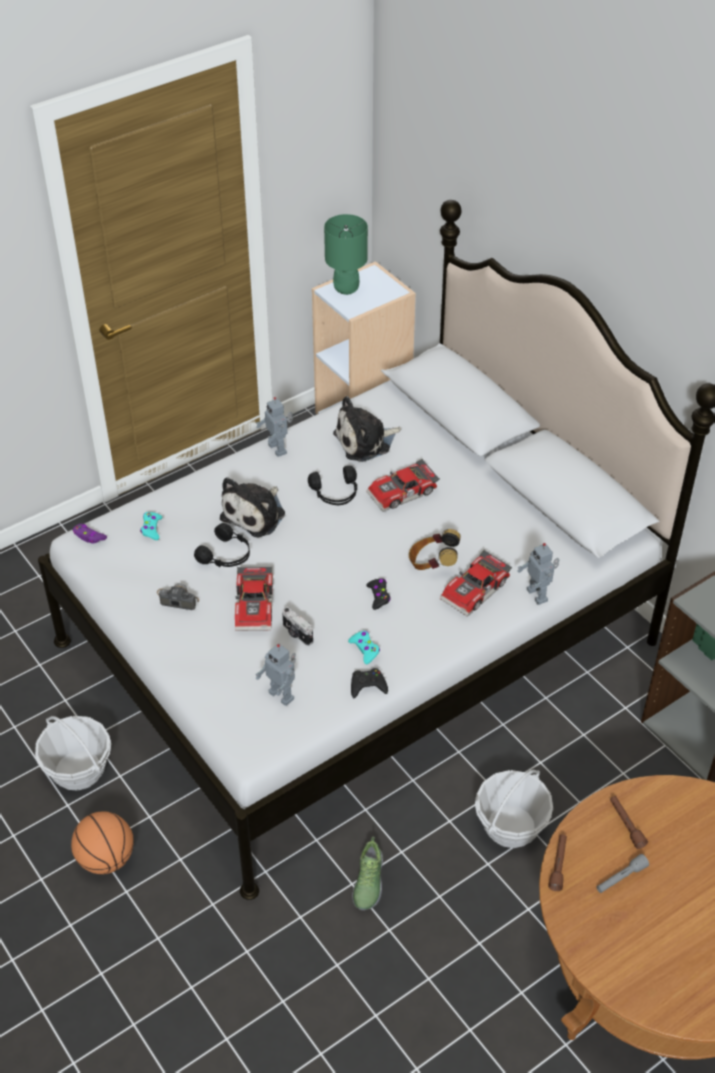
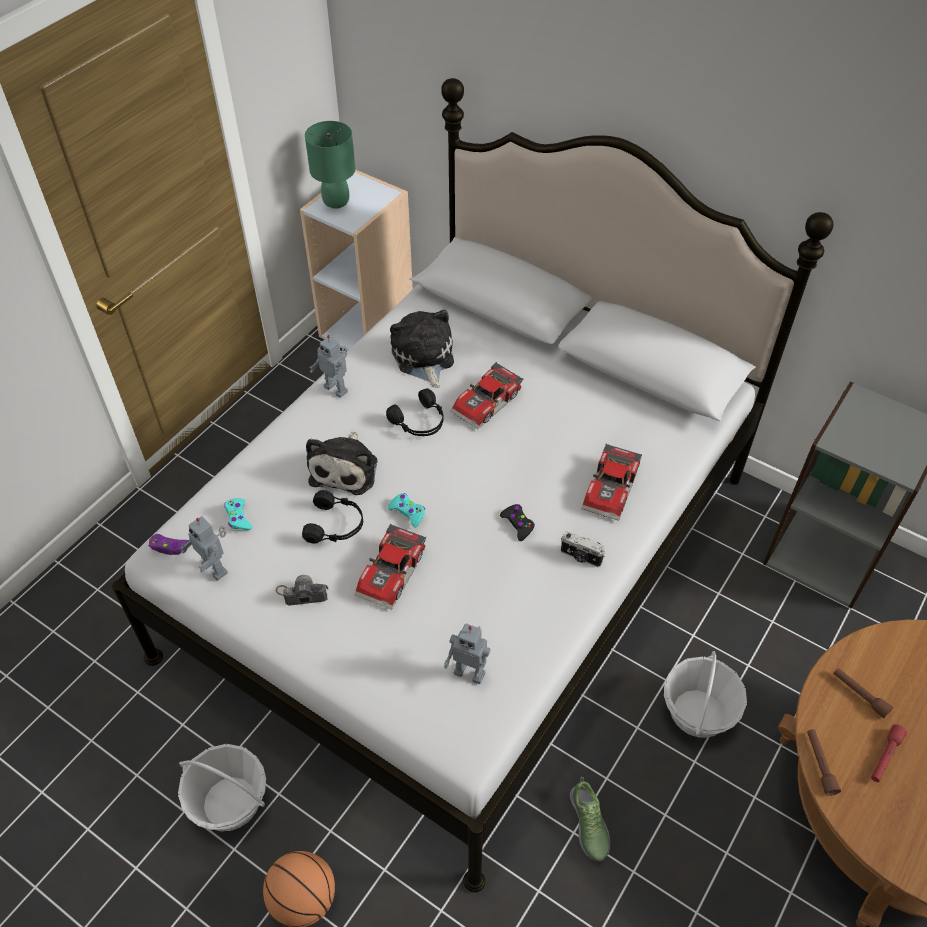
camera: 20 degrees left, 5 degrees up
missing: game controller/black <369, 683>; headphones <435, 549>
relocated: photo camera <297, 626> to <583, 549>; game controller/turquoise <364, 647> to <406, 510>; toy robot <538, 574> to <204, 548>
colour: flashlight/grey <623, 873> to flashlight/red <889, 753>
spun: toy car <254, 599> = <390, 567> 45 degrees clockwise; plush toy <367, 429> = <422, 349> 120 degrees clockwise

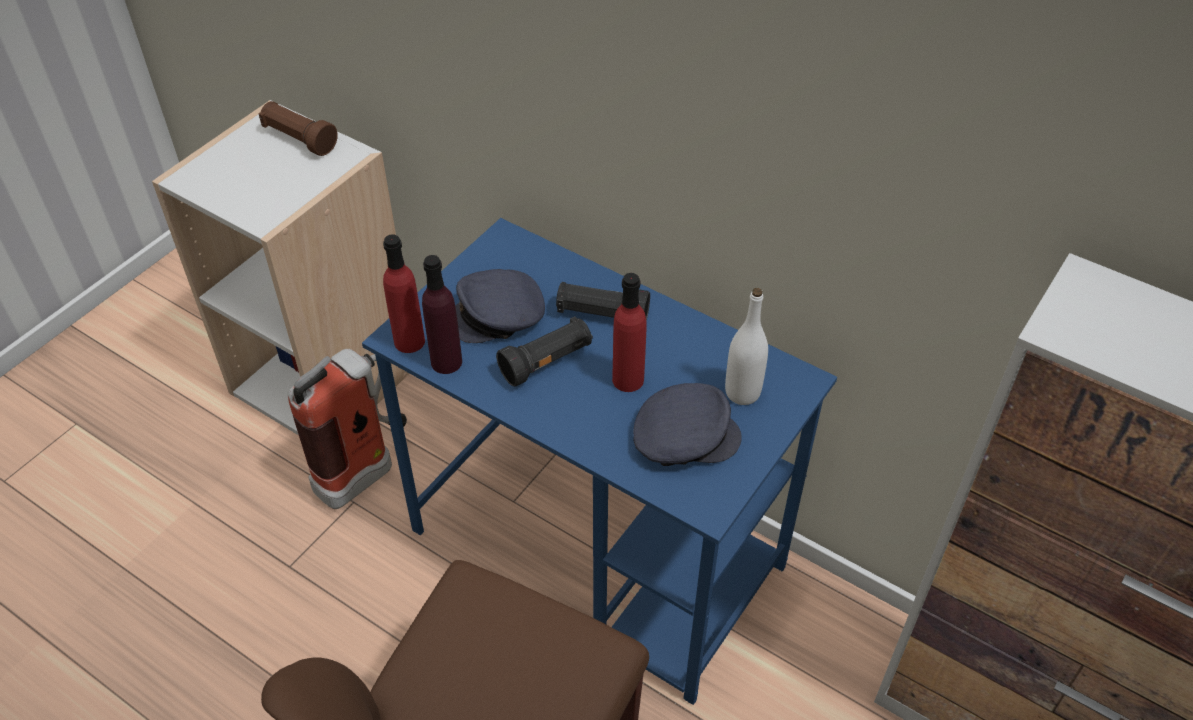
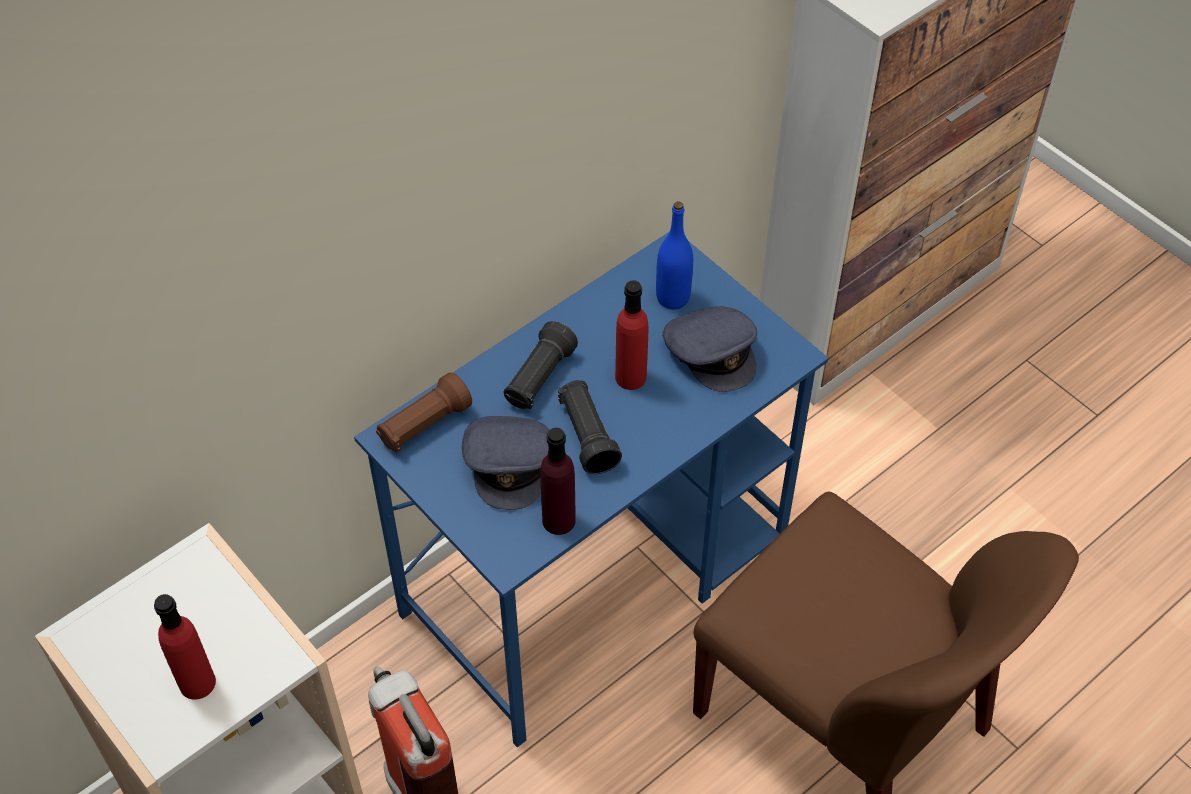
camera: 75 degrees left, 5 degrees up
relocated: flashlight/brown <298, 128> to <424, 412>; bottle/red <404, 293> to <185, 647>
colour: bottle/white <746, 346> to bottle/blue <674, 255>
spun: cap/grey <687, 424> = <710, 349> 135 degrees clockwise

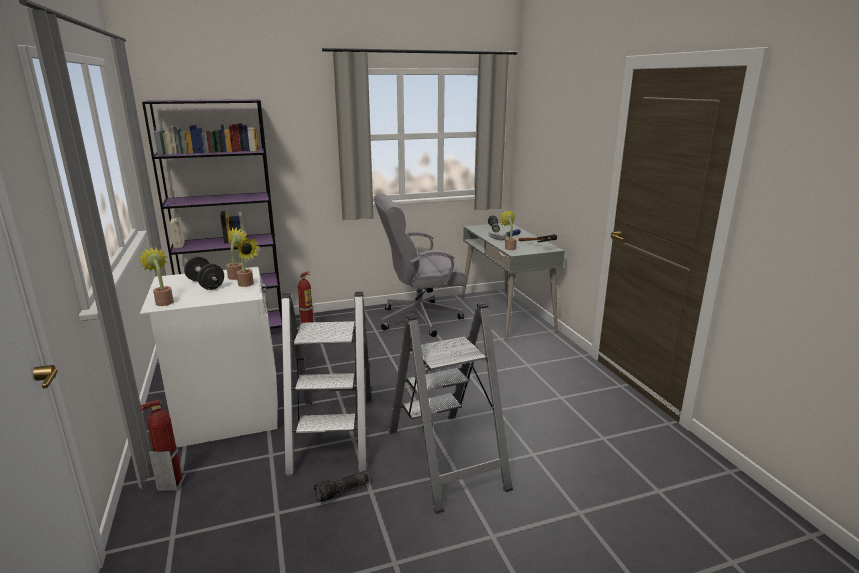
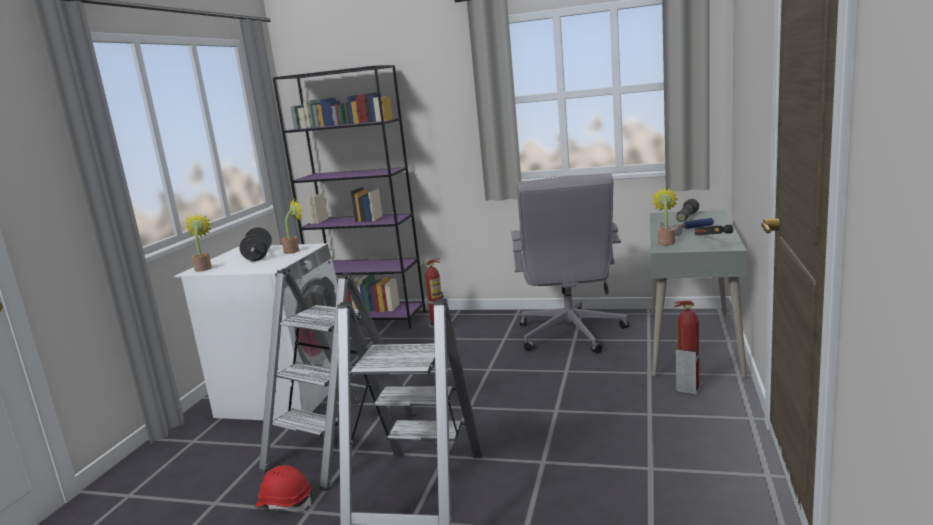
camera: 35 degrees right, 5 degrees down
missing: potted plant <248, 262>
relocated: fire extinguisher <162, 445> to <688, 347>
exchanged: flashlight <341, 486> to hard hat/red <283, 488>
spun: office chair/grey <421, 265> = <570, 263> 105 degrees counterclockwise

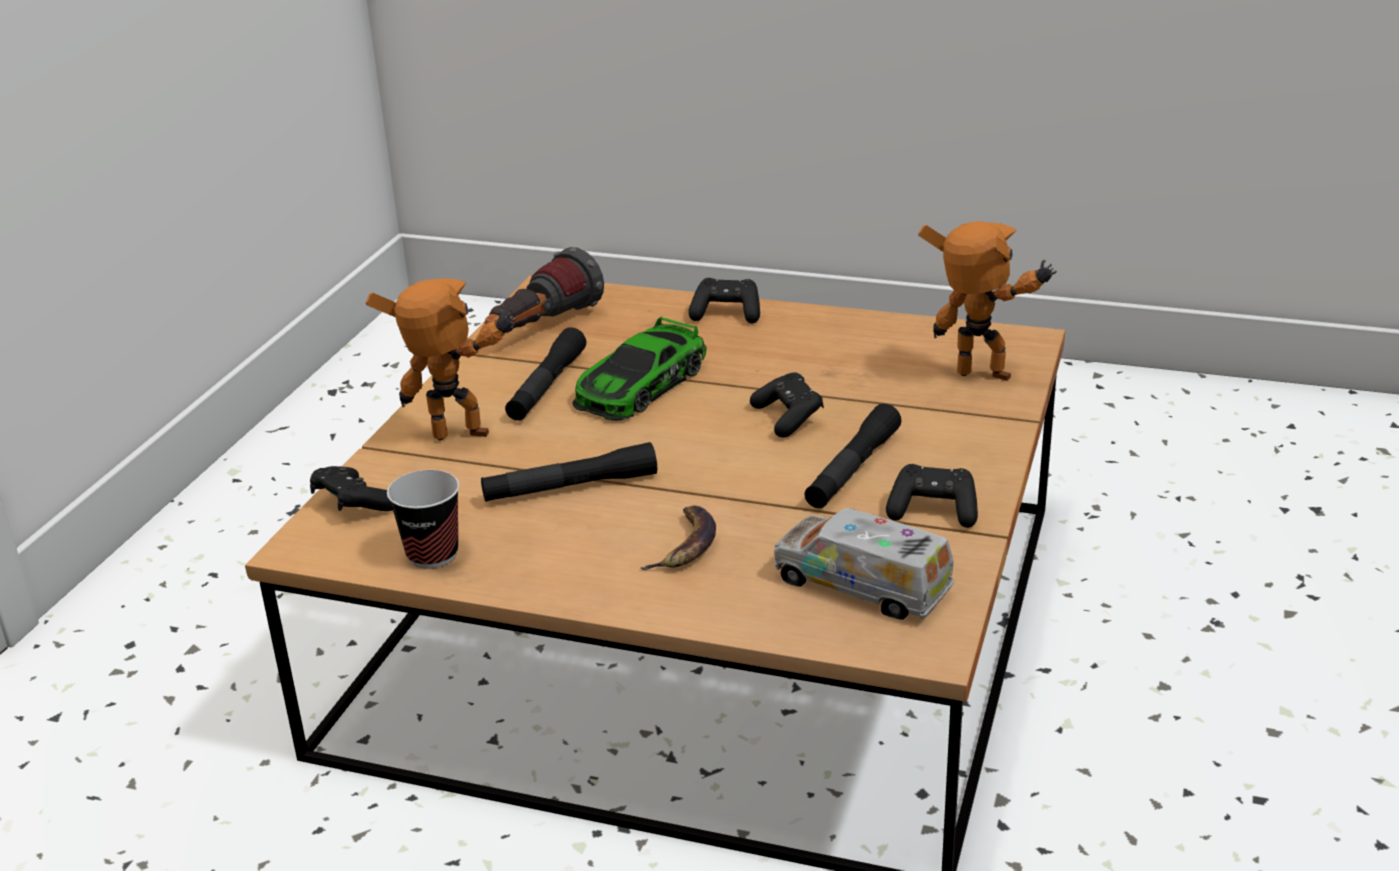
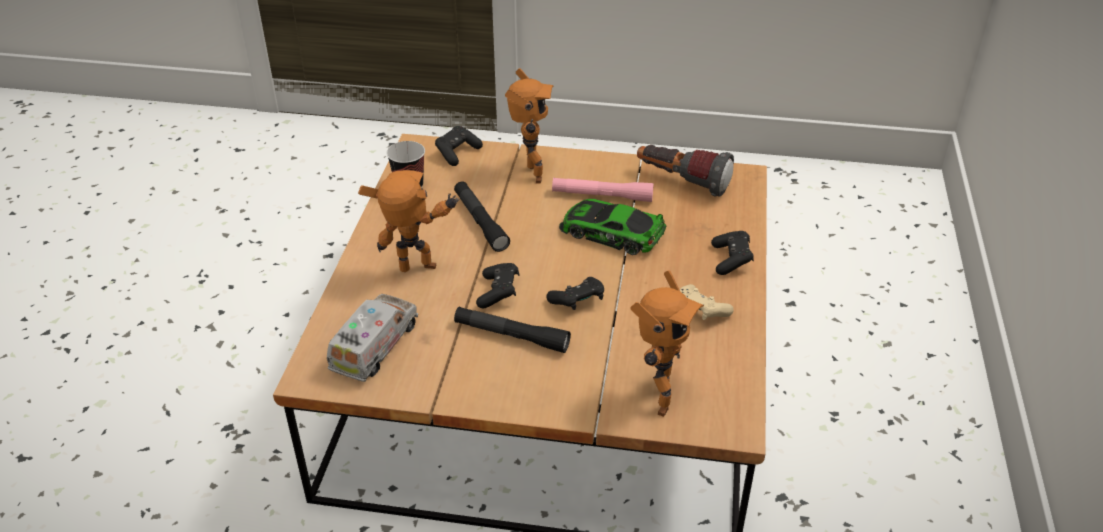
camera: 80 degrees right, 10 degrees up
appeared: game controller/beige <707, 302>
relocated: game controller/black <932, 496> to <498, 286>
exchanged: banana <678, 538> to toy robot <409, 221>
colour: flashlight/black <545, 374> to flashlight/pink <603, 190>

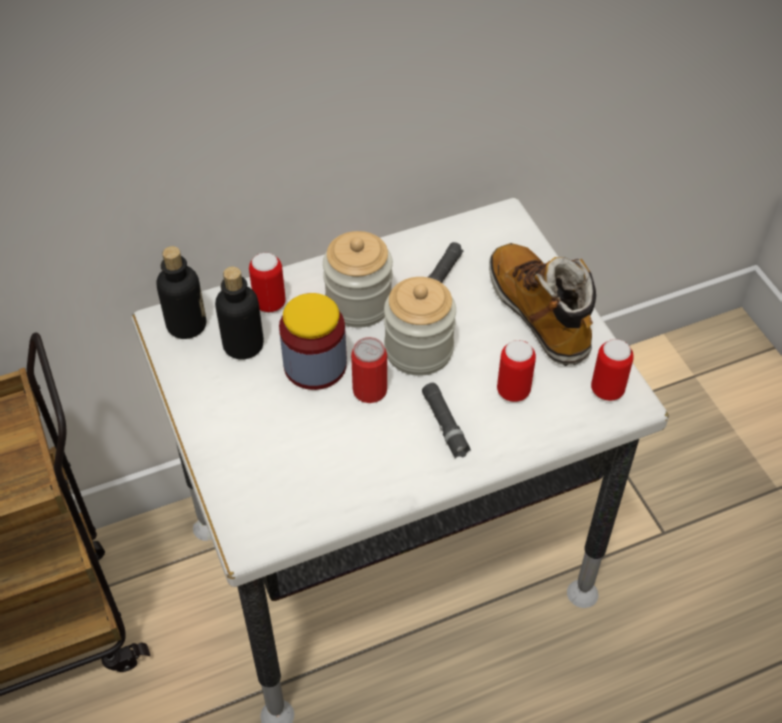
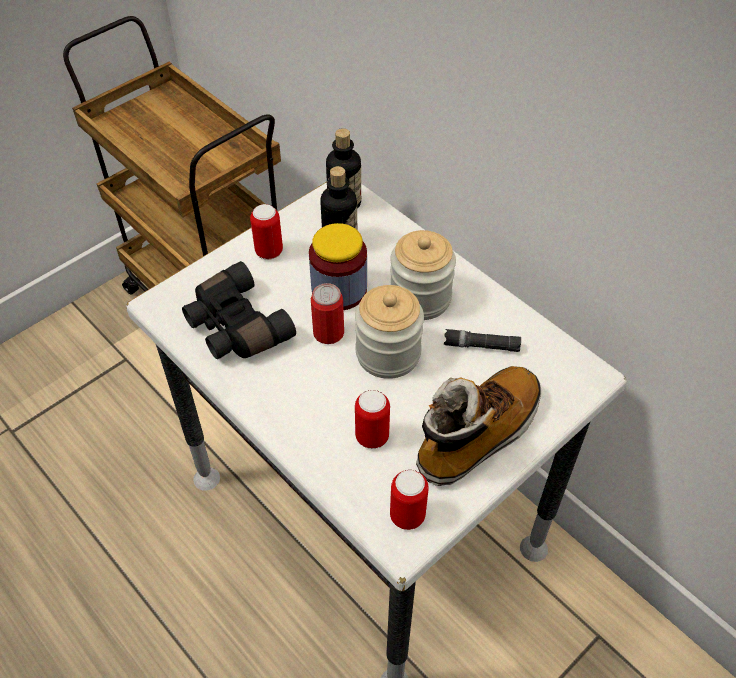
camera: 70 degrees right, 0 degrees up
missing: flashlight/black <446, 420>
appeared: binoculars/black <239, 310>
relocated: can <267, 282> to <266, 232>

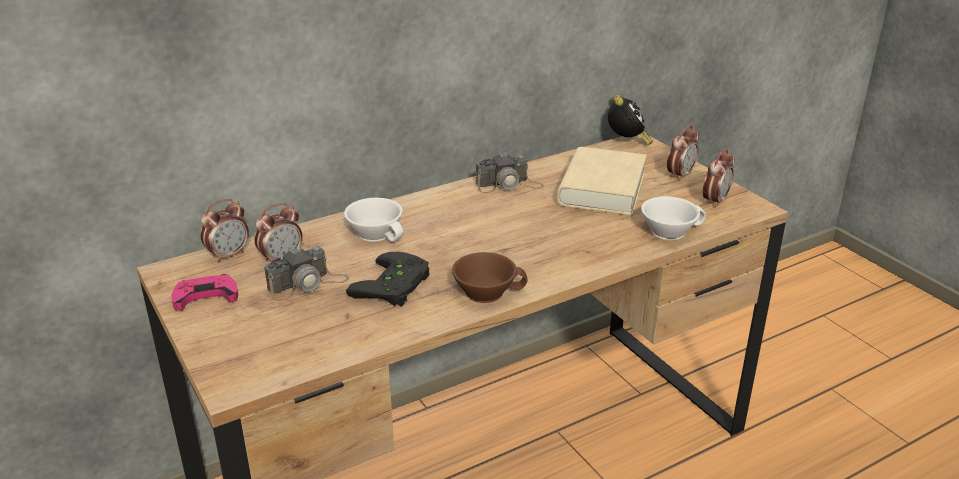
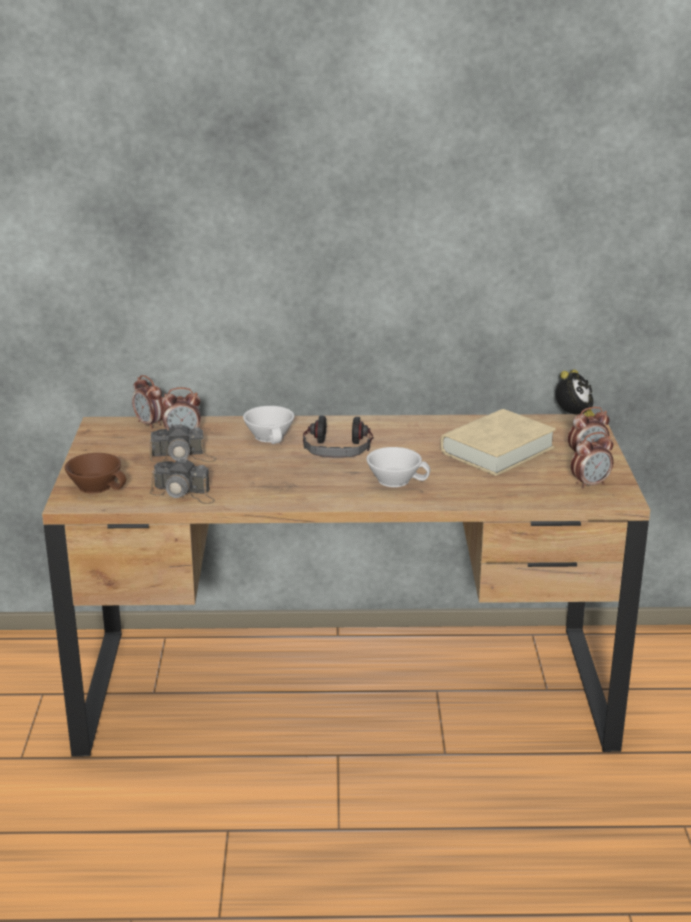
camera: 30 degrees right, 5 degrees down
missing: game controller/pink <204, 292>; game controller/black <387, 279>
appeared: headphones <338, 437>
relocated: cup/brown <490, 277> to <95, 473>; photo camera <510, 172> to <182, 481>; cup/white <673, 218> to <398, 467>
spun: alarm clock <224, 231> = <148, 402> 60 degrees clockwise

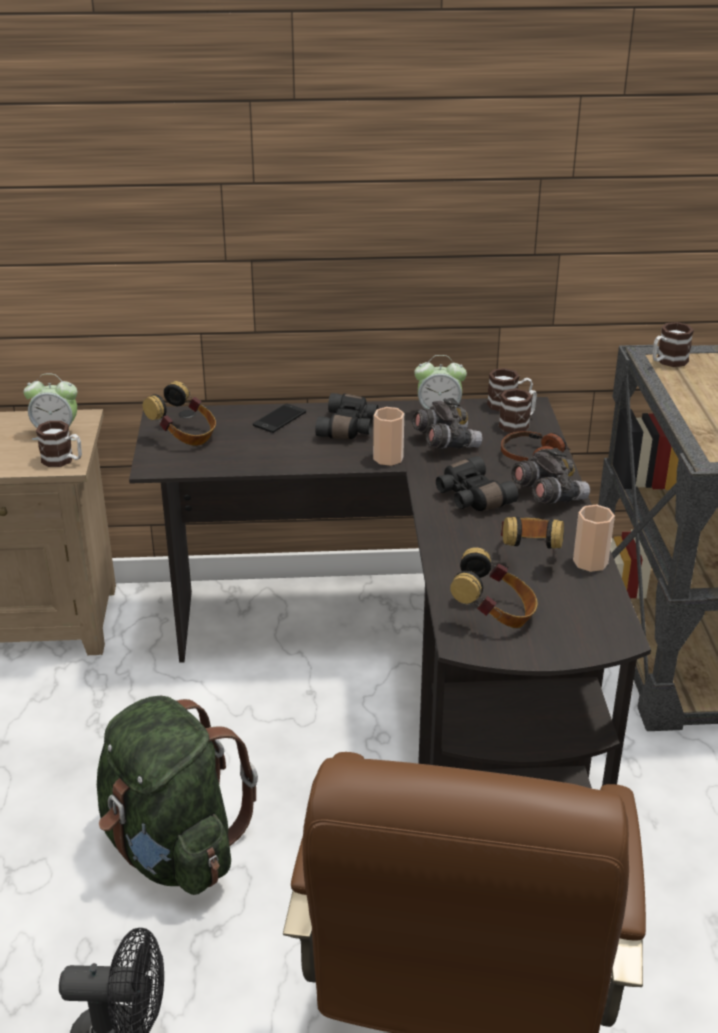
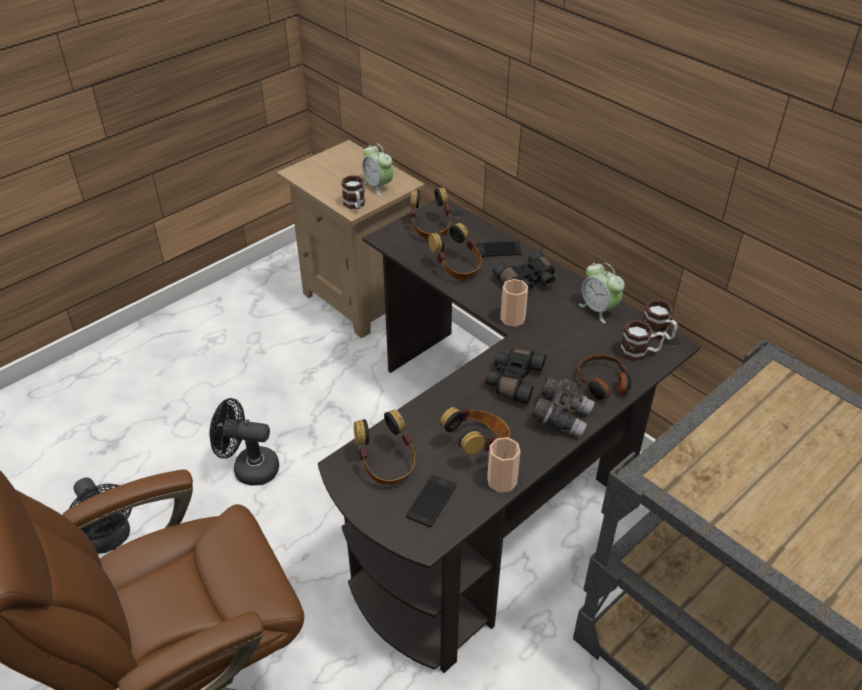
camera: 50 degrees right, 10 degrees up
missing: binoculars/grey <447, 423>; mug <673, 344>
appeared: phone <431, 501>; headphones <455, 251>
exchanged: backpack/green <177, 795> to fan/black <244, 442>

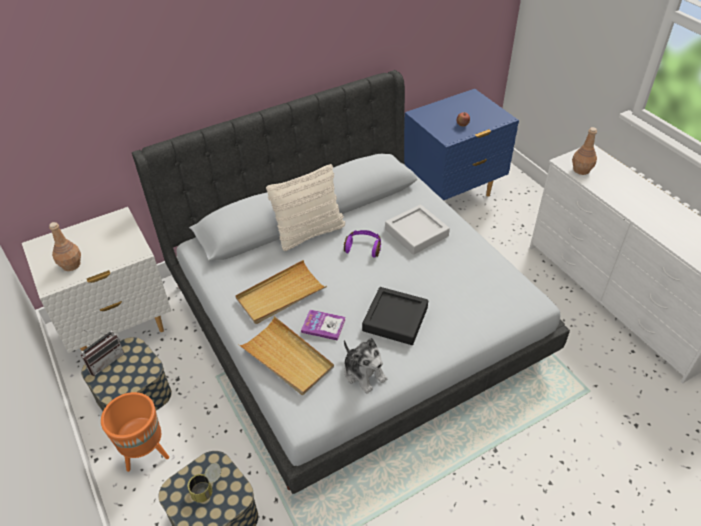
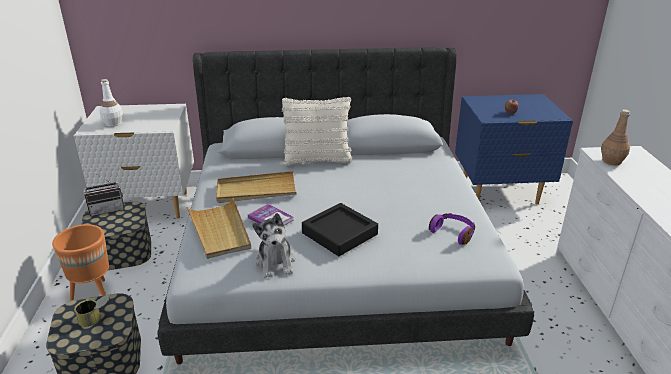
camera: 25 degrees right, 15 degrees down
missing: tray/grey <417, 229>
relocated: headphones/purple <362, 244> to <452, 229>
colour: bottle/brown <65, 246> to bottle/white <111, 103>

